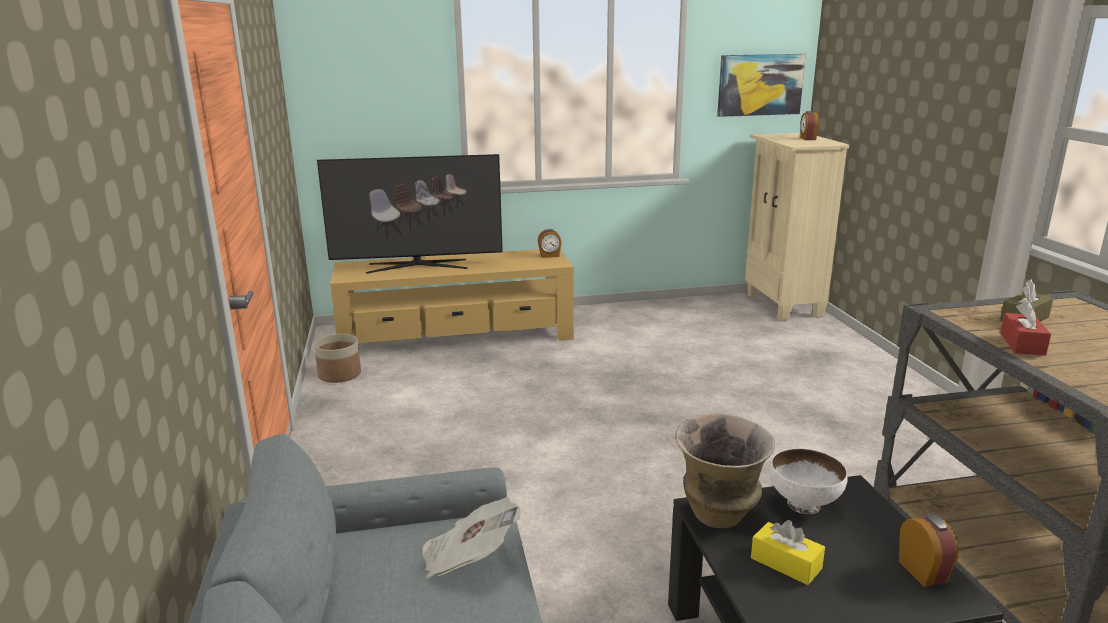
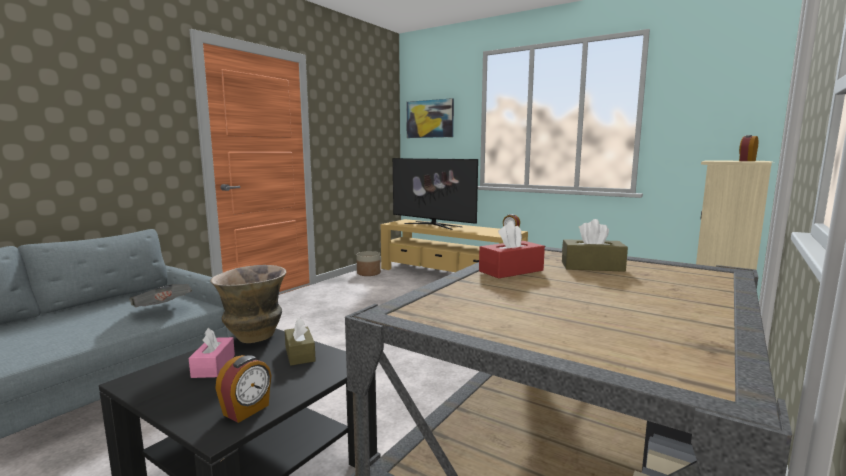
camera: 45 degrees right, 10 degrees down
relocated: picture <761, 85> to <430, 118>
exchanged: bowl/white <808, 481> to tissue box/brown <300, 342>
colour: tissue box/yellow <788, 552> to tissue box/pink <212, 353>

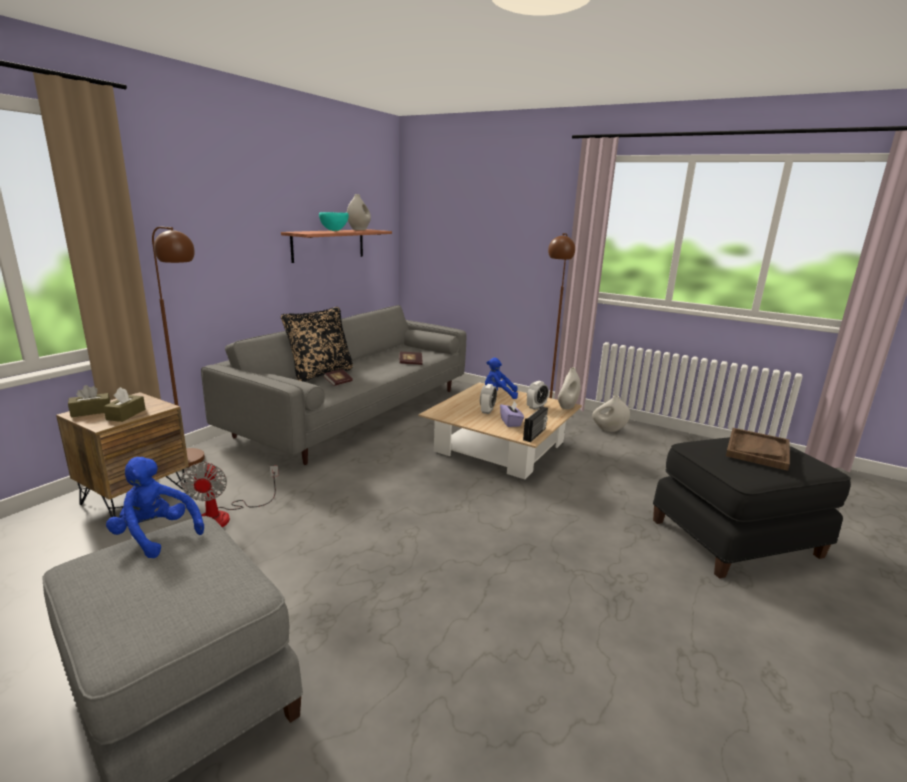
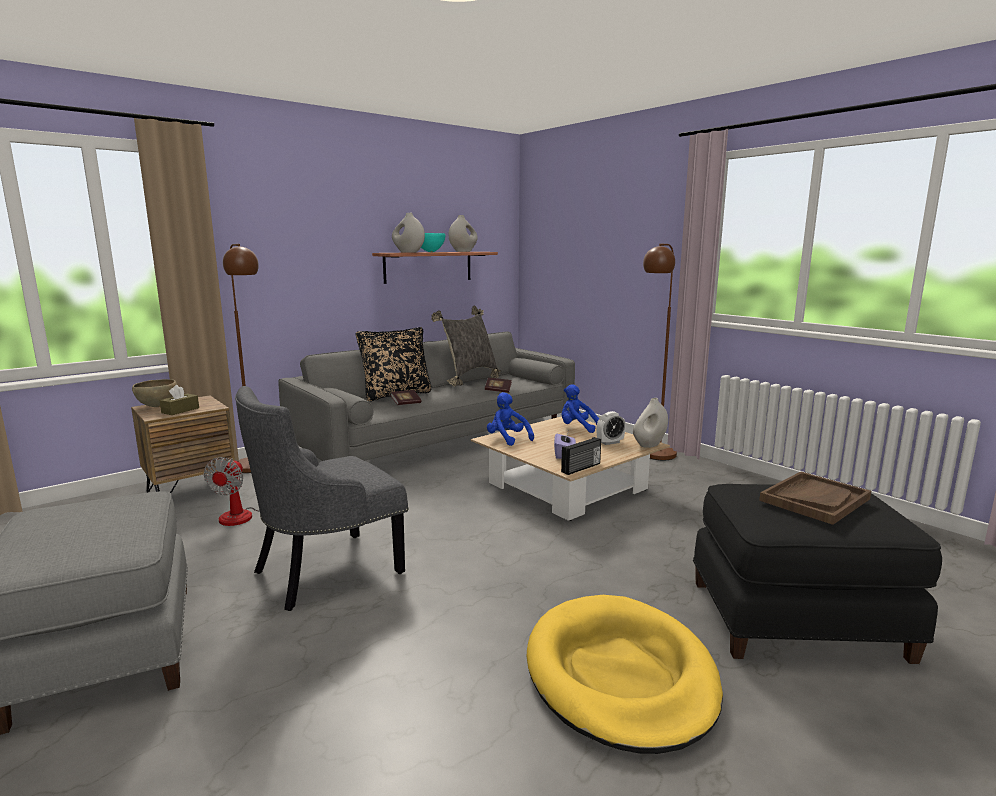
camera: 20 degrees right, 5 degrees down
missing: alarm clock <488, 399>
appeared: armchair/grey <322, 498>; pillow <466, 346>; dog bed/yellow <625, 674>
relocated: plush toy/blue <155, 507> to <510, 419>; vase/white <611, 414> to <408, 233>
exchanged: tissue box/brown <89, 401> to bowl/brown <154, 393>

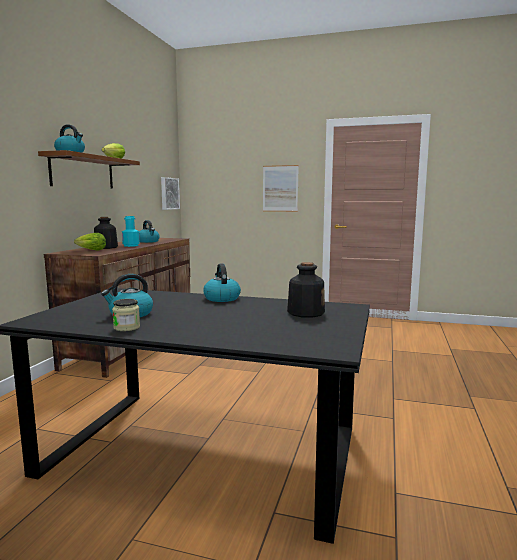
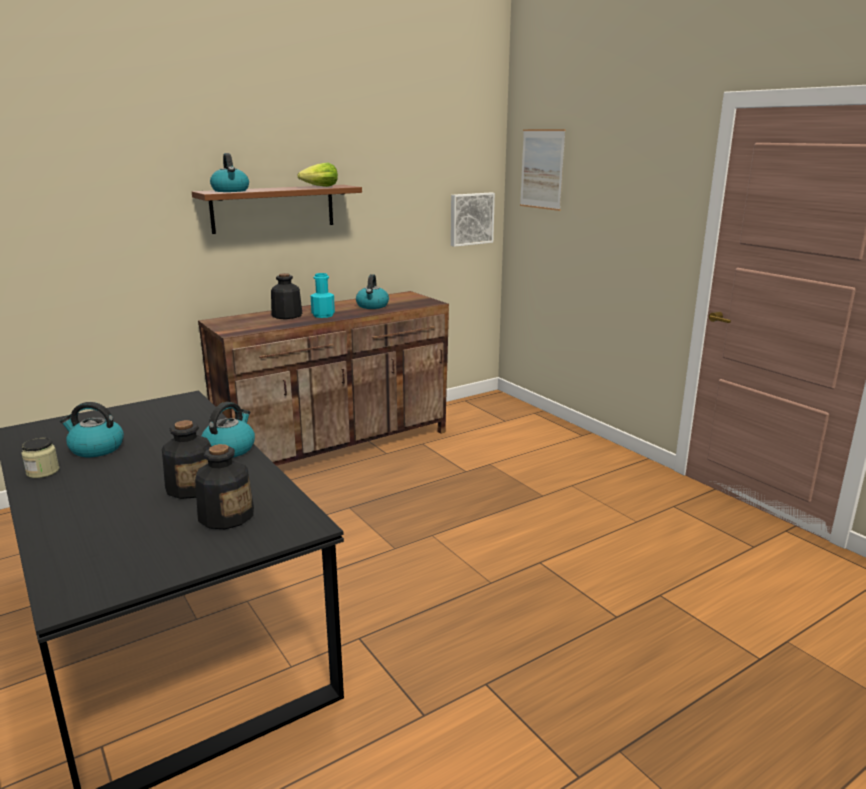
camera: 40 degrees right, 10 degrees up
missing: lettuce <90, 241>
appeared: bottle <187, 459>
relocated: picture <281, 188> to <543, 170>

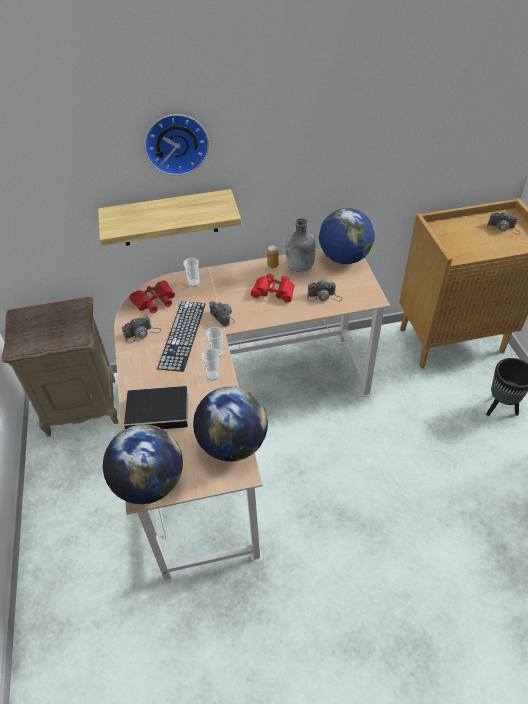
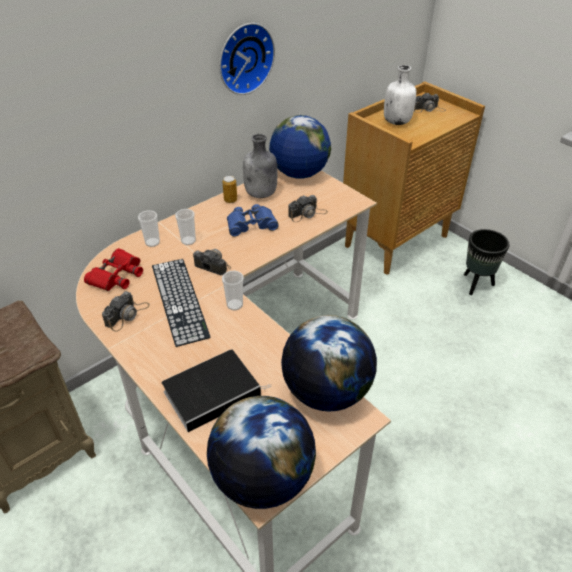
camera: 30 degrees left, 5 degrees down
missing: shelf <169, 217>
appeared: bottle/white <400, 95>
relocated: wall clock <176, 145> to <247, 59>; cup <210, 365> to <185, 227>
colour: binoculars/red <273, 288> to binoculars/blue <253, 220>

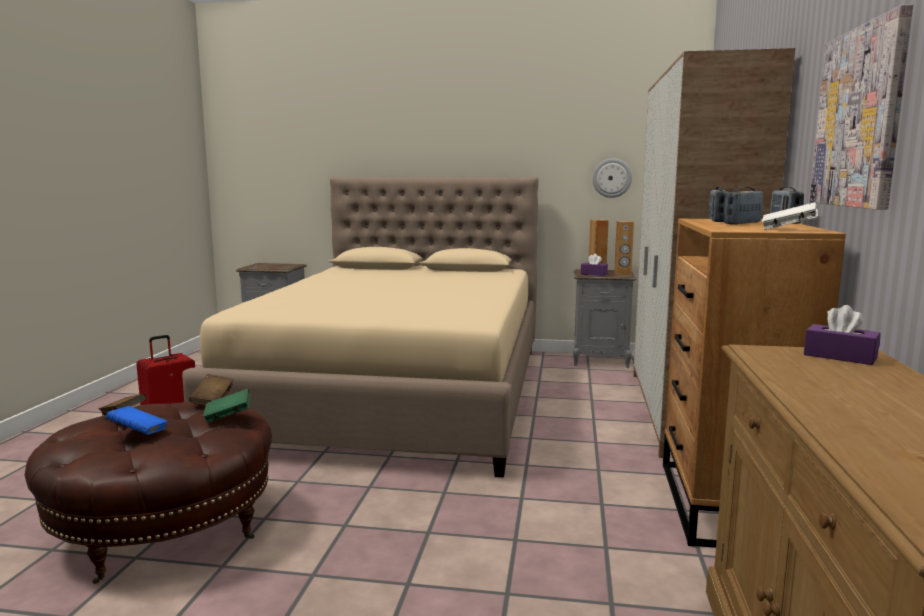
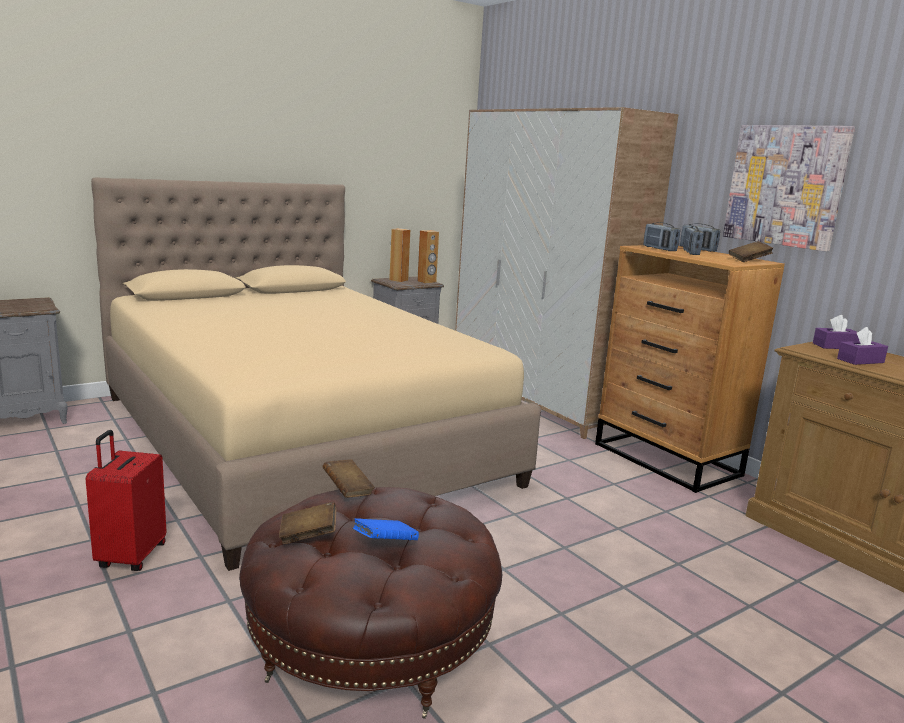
camera: 45 degrees left, 5 degrees up
missing: book/green <227, 406>; wall clock <612, 178>
relocated: tissue box/purple <594, 265> to <862, 346>
colour: book/white <790, 216> to book/brown <751, 251>

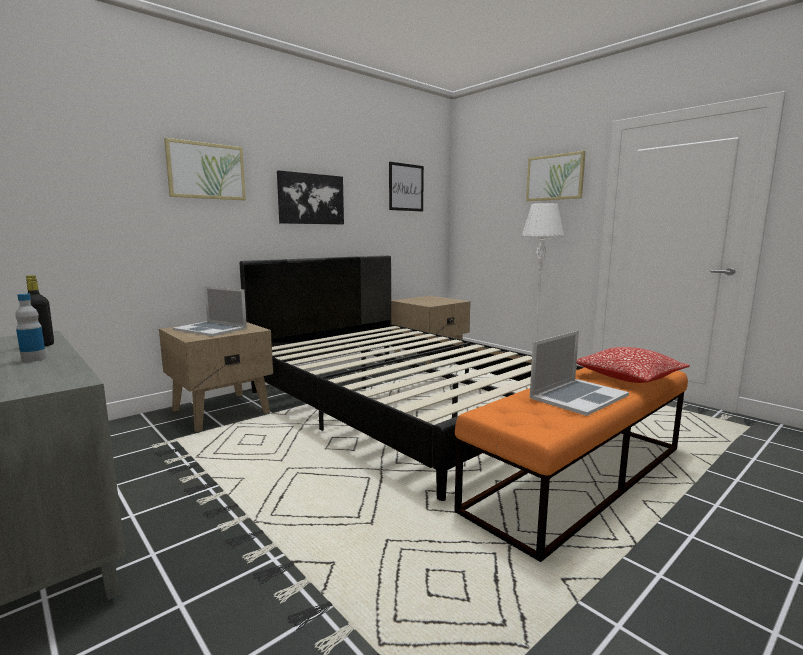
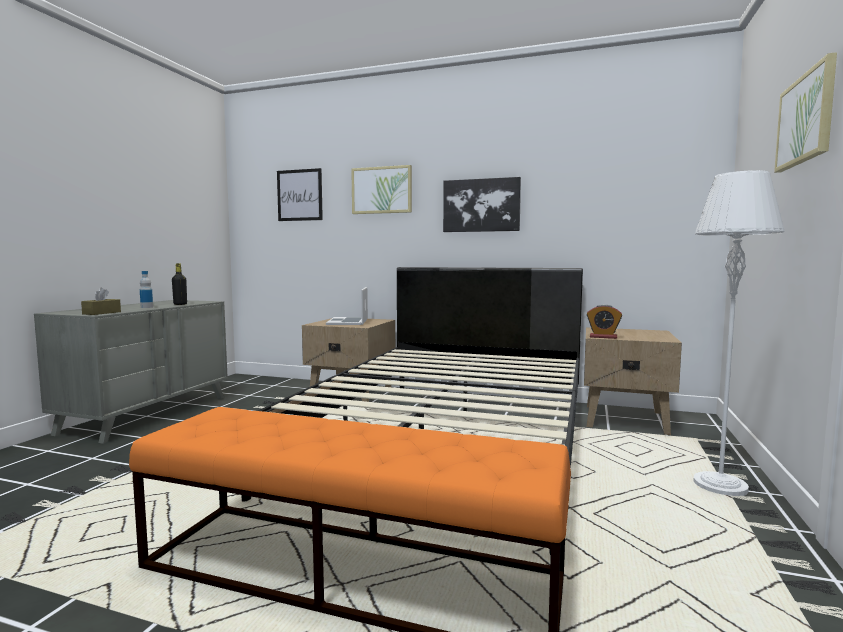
camera: 60 degrees right, 5 degrees down
missing: laptop <579, 373>; pillow <633, 365>
appeared: tissue box/brown <101, 301>; alarm clock <604, 321>
relocated: picture <406, 187> to <300, 194>

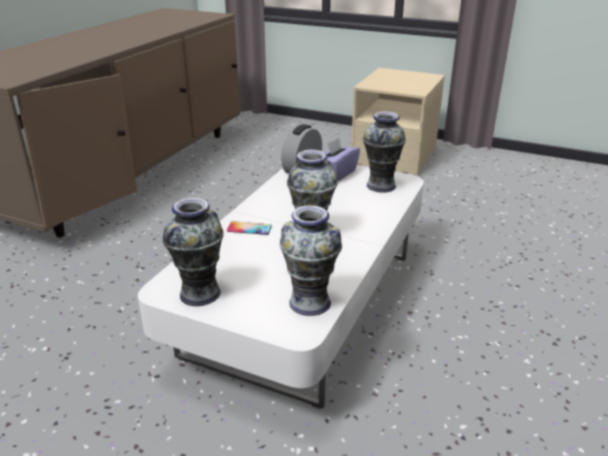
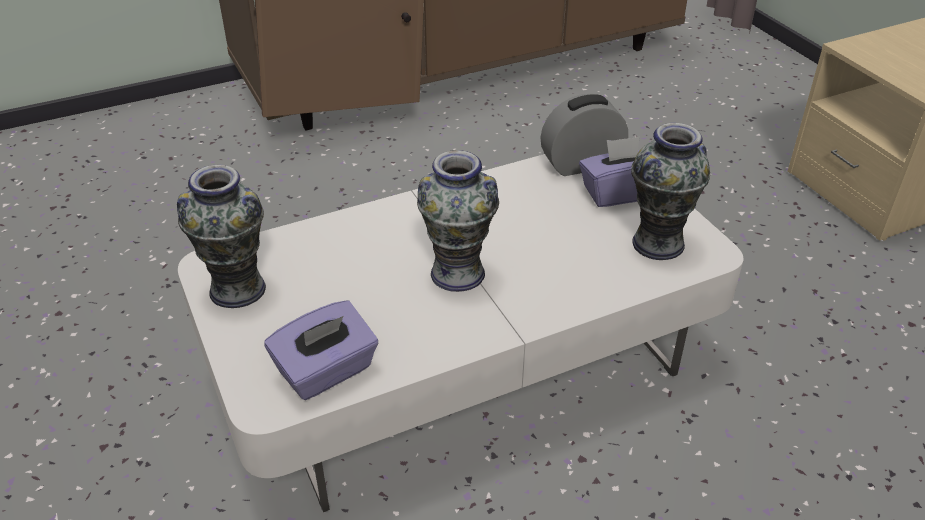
camera: 40 degrees right, 10 degrees up
missing: phone <249, 228>
exchanged: vase <311, 260> to tissue box/purple <321, 350>

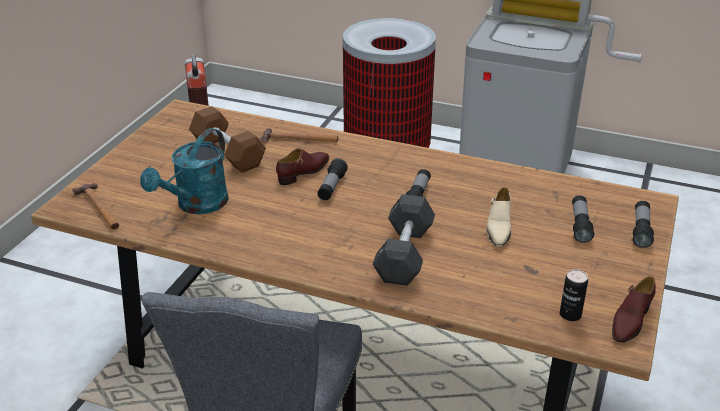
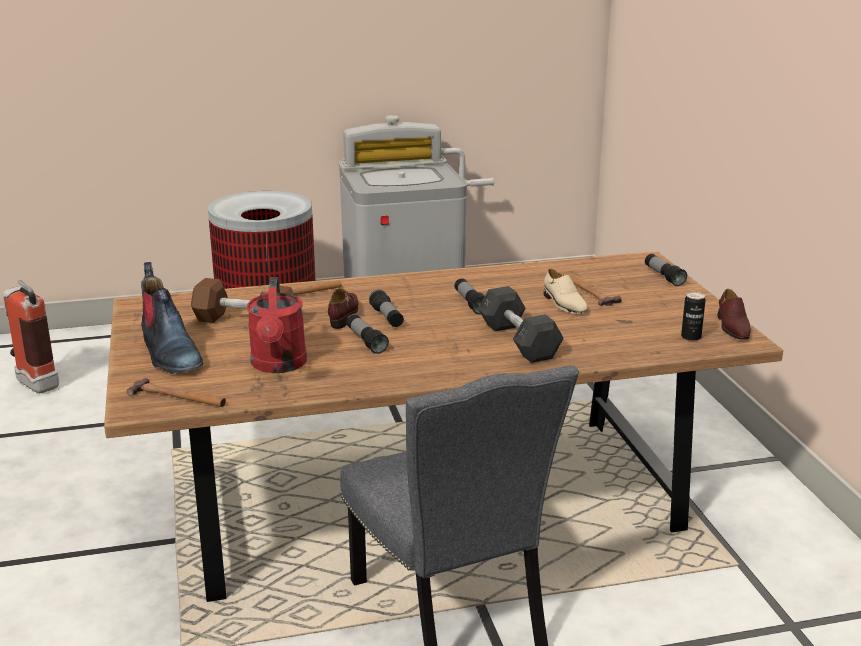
camera: 35 degrees left, 10 degrees down
appeared: boot <172, 318>; hammer <592, 289>
relocated: flashlight <583, 219> to <368, 334>
colour: watering can/turquoise <184, 171> to watering can/red <277, 325>

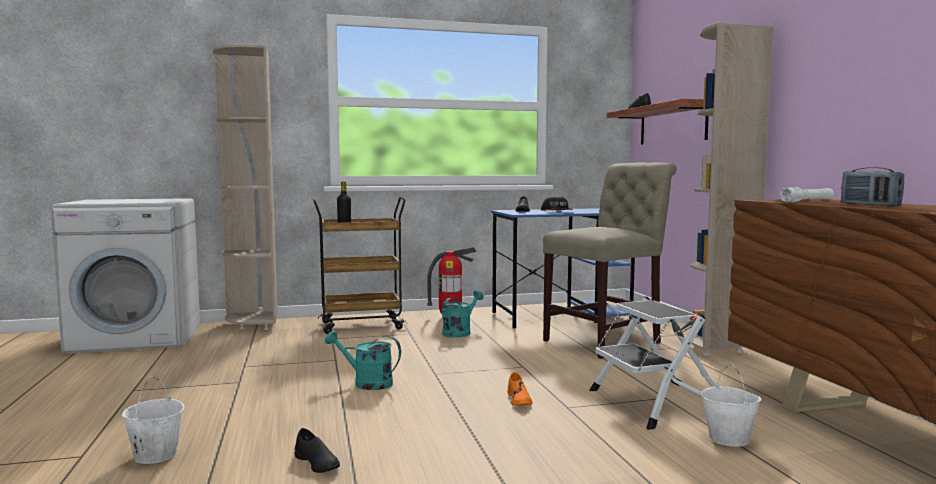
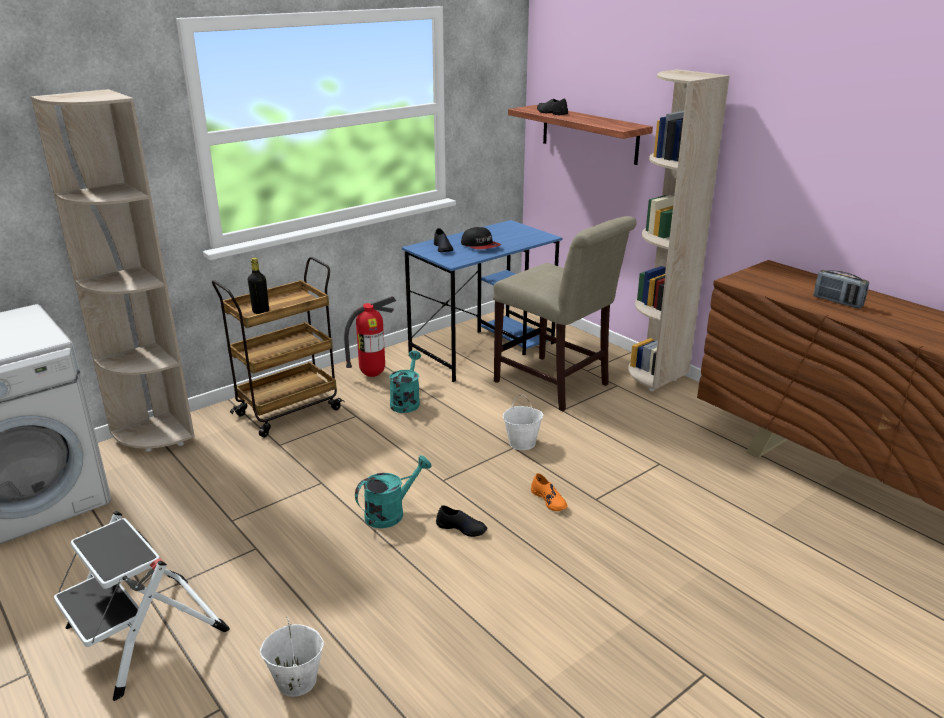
camera: 25 degrees left, 20 degrees up
missing: flashlight/white <806, 194>
relocated: shoe/black <317, 450> to <461, 521>; step ladder <653, 363> to <142, 606>; bucket/white <731, 405> to <523, 422>
spun: watering can/turquoise <363, 360> = <393, 491> 150 degrees clockwise; chair/beige <610, 260> = <565, 313> 105 degrees clockwise

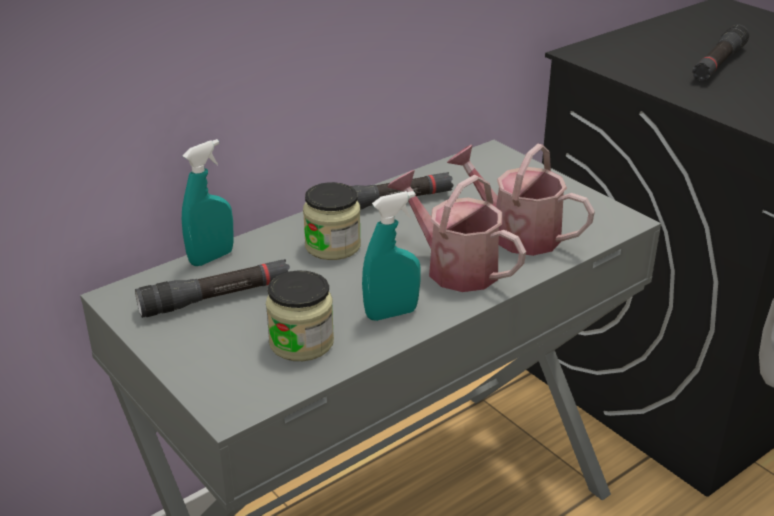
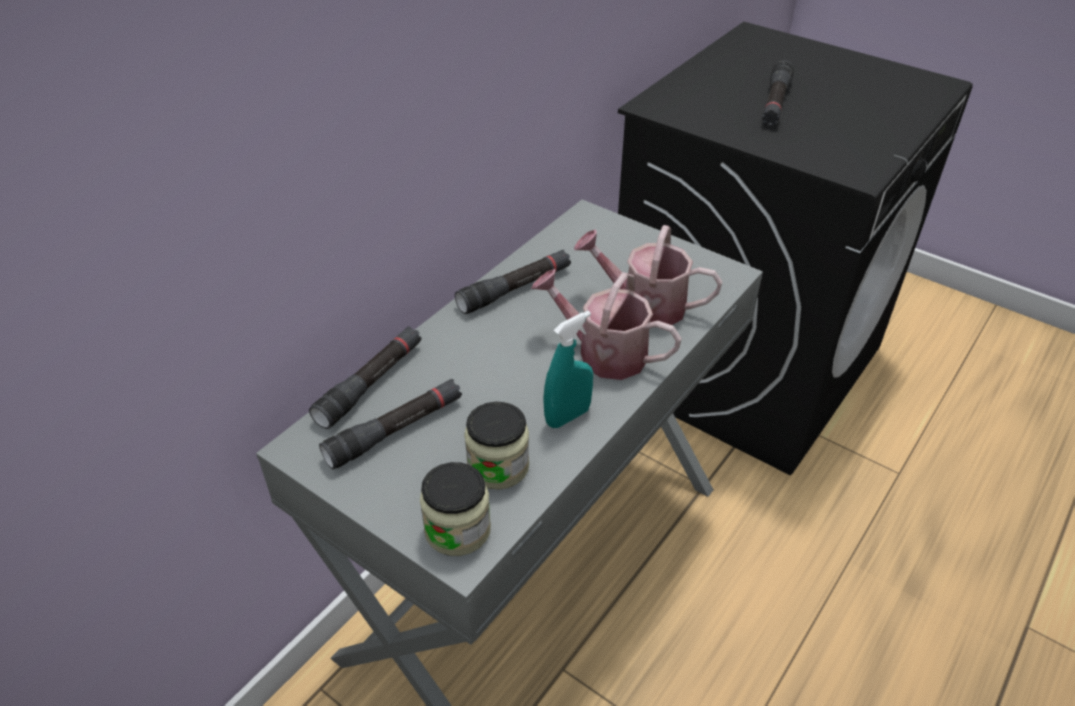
camera: 15 degrees left, 10 degrees up
relocated: jar <332, 221> to <455, 509>
exchanged: spray bottle/turquoise <207, 202> to flashlight/black <365, 377>

